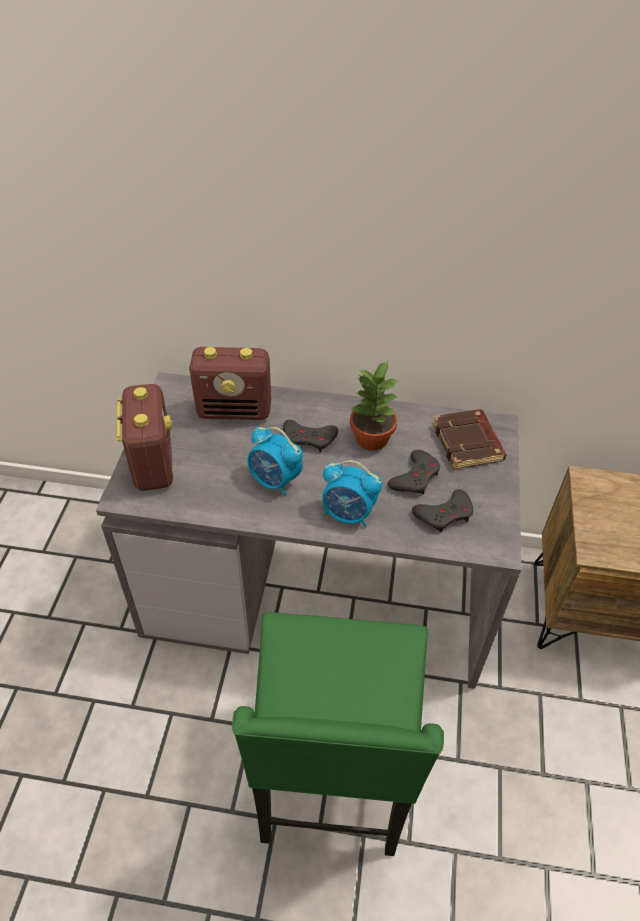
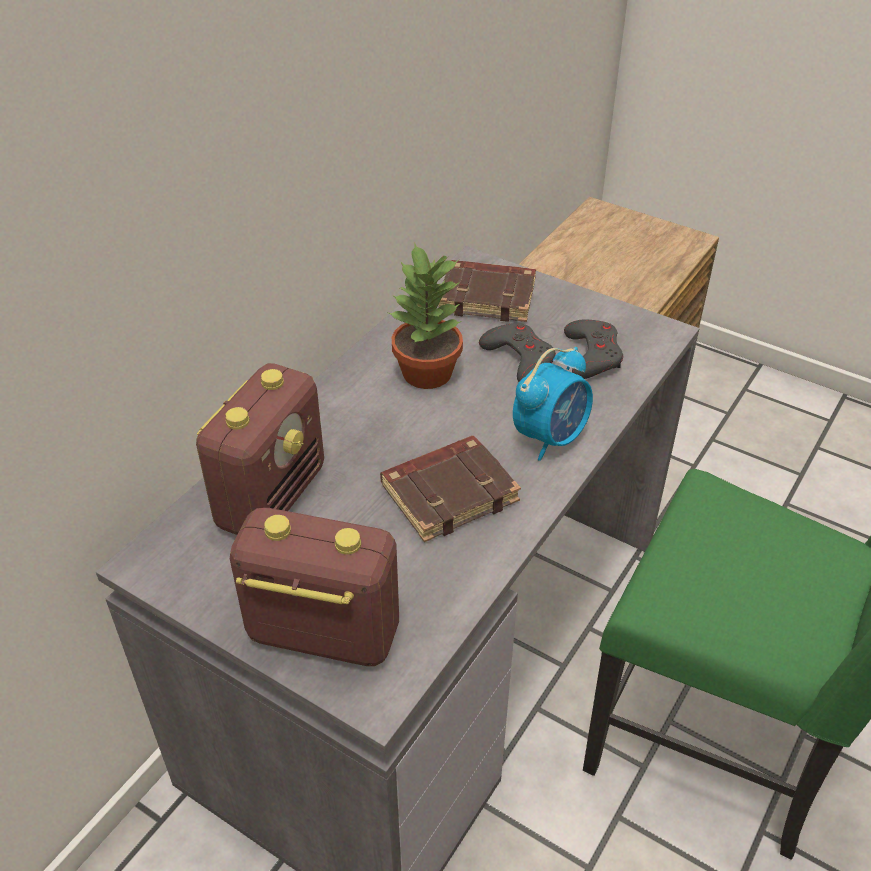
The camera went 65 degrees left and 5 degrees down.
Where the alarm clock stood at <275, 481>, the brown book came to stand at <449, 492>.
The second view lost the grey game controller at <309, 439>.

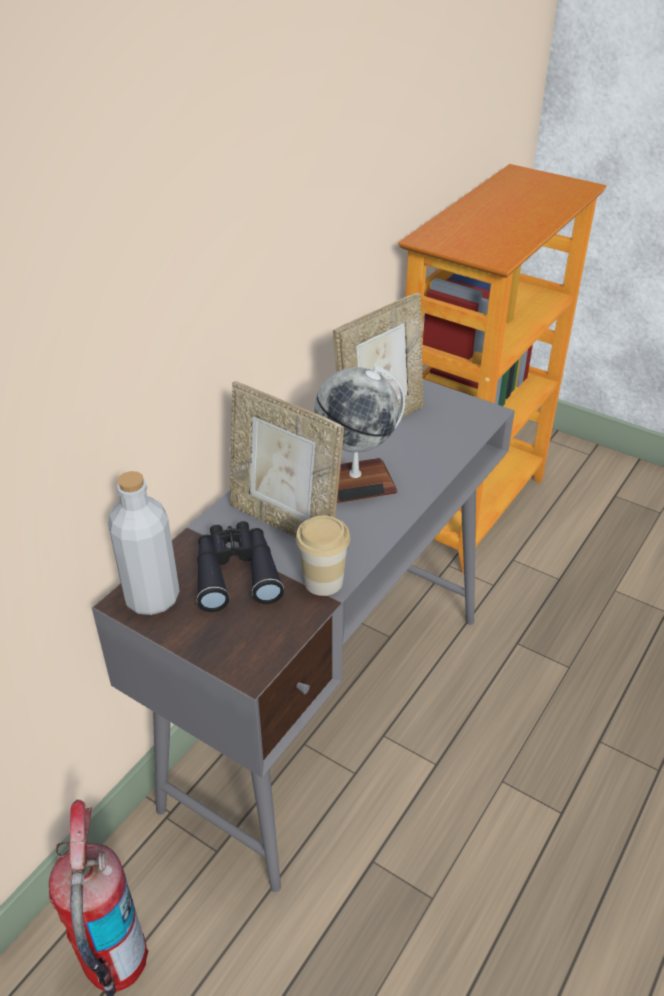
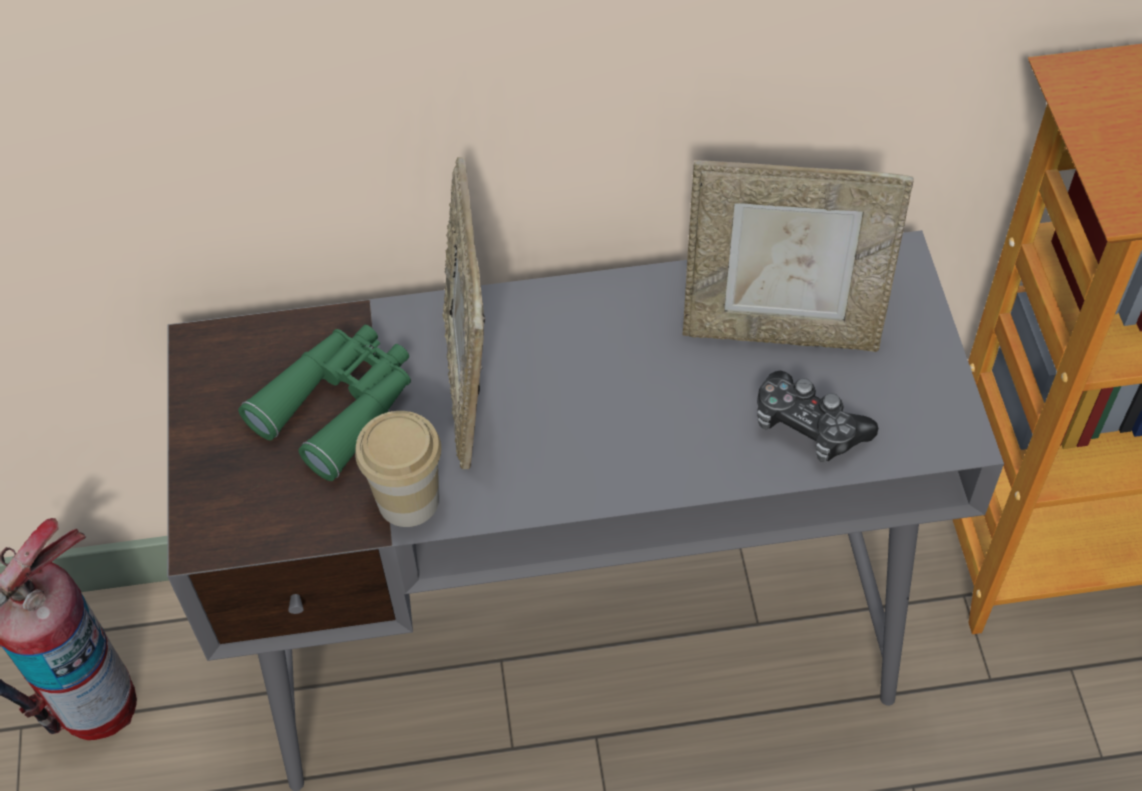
The camera went 50 degrees right and 15 degrees up.
The second view lost the grey bottle at <152, 598>.
What was the black binoculars at <236, 572> turned into the green binoculars at <340, 405>.
The second view lost the globe at <355, 482>.
The second view gained the game controller at <808, 426>.

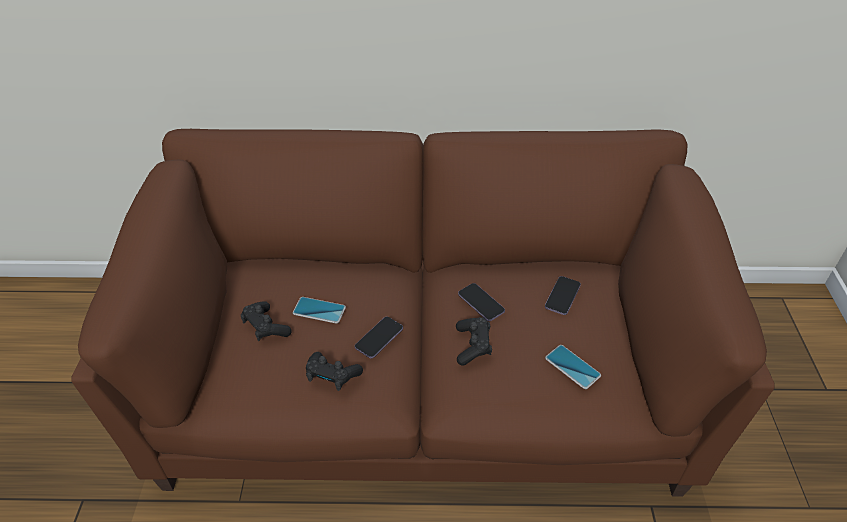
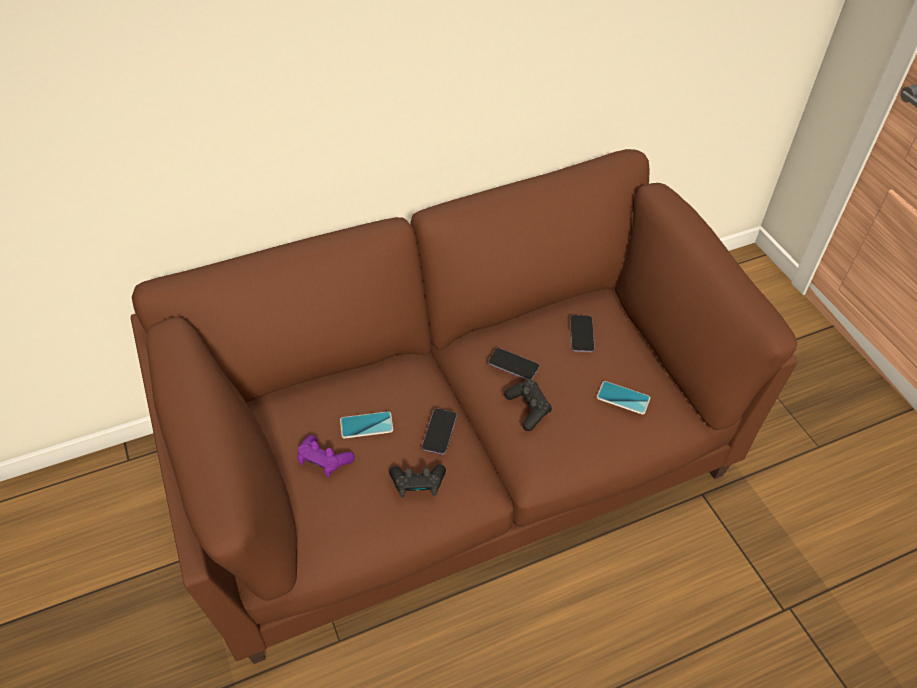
The camera went 25 degrees left and 5 degrees up.
What was the black game controller at <265, 327> turned into the purple game controller at <324, 461>.

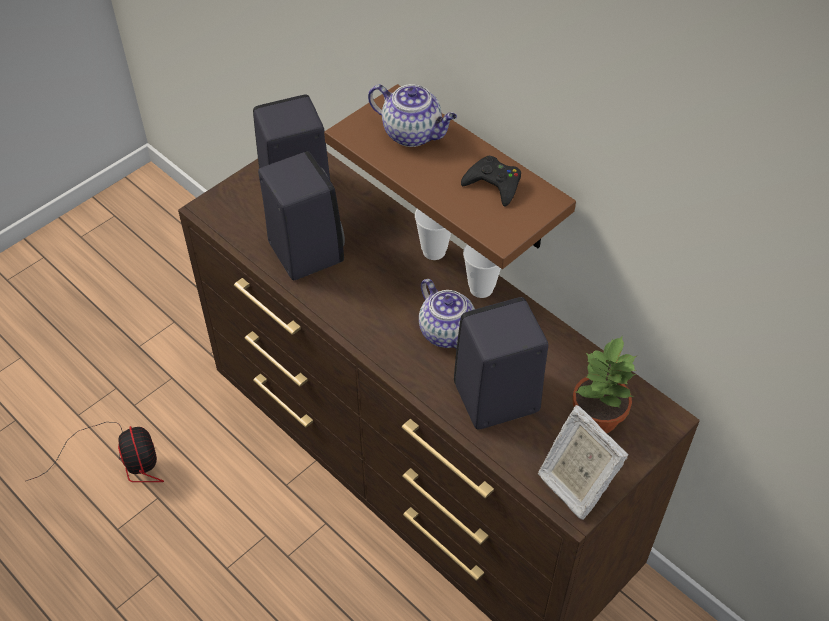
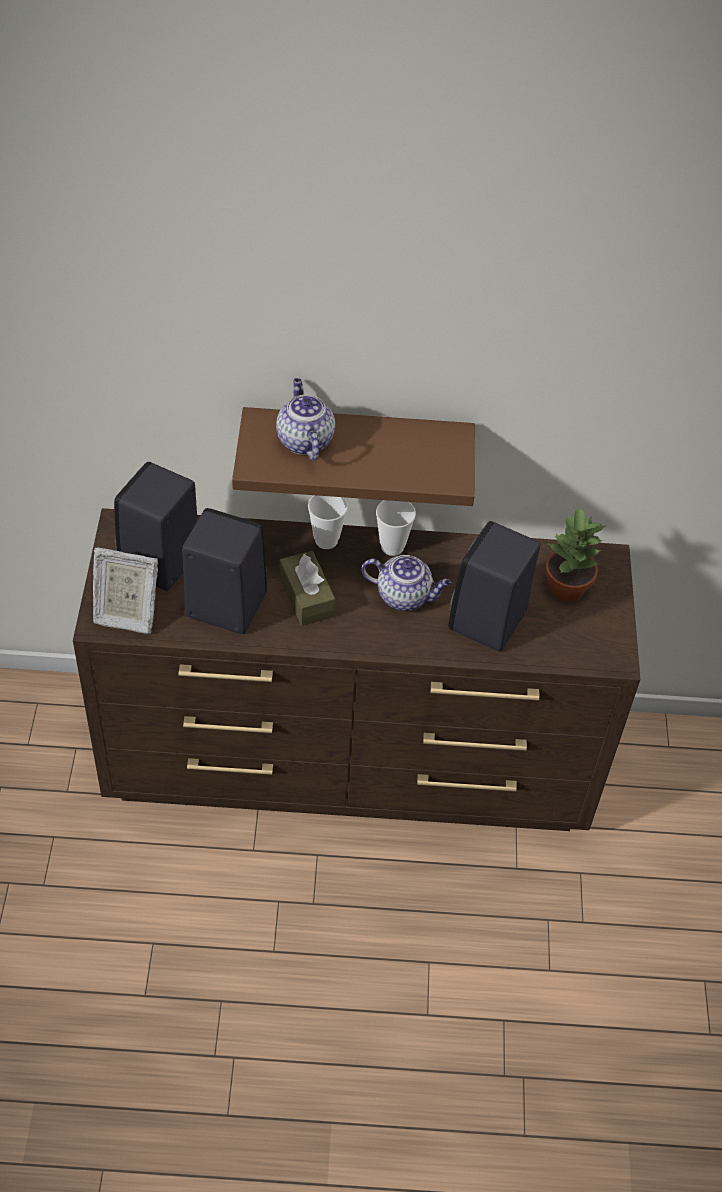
The camera went 45 degrees left and 0 degrees up.
The second view lost the fan at <121, 460>.
The teapot at <413, 134> ended up facing another way, 90 degrees counterclockwise from before.
The second view lost the black game controller at <493, 184>.
The picture frame ended up elsewhere, having gone from <574, 484> to <126, 614>.
The second view gained the brown tissue box at <306, 597>.

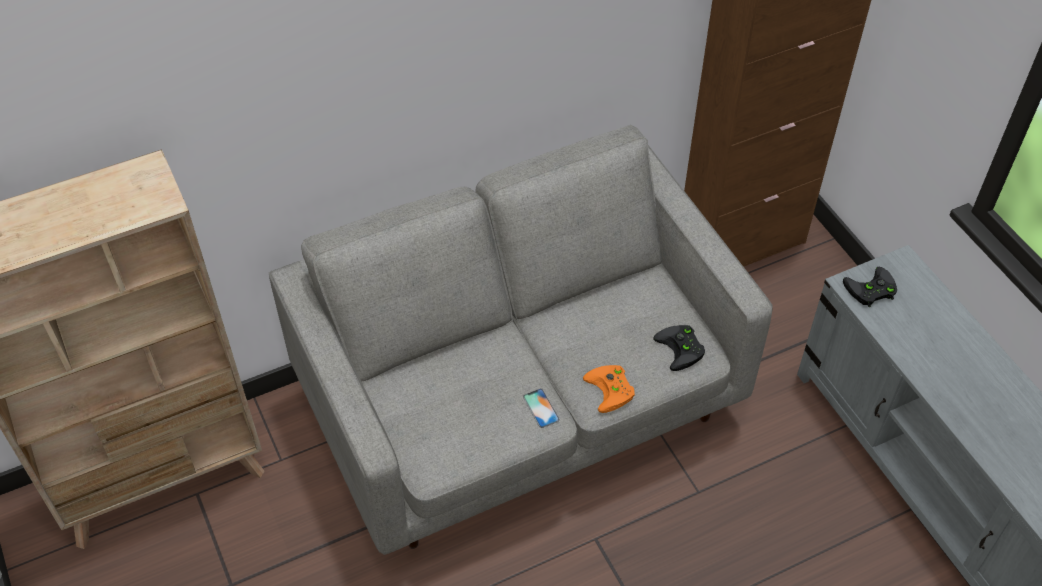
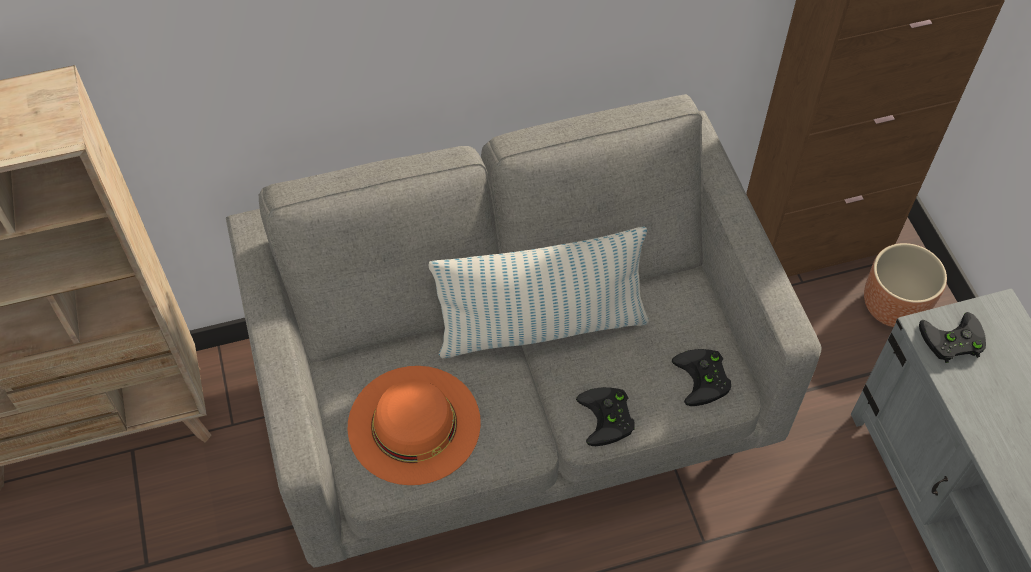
The camera went 10 degrees right and 5 degrees up.
The second view lost the phone at <541, 408>.
What was the orange game controller at <612, 390> turned into the black game controller at <608, 419>.
The second view gained the orange hat at <414, 424>.
The second view gained the pillow at <541, 326>.
The second view gained the brown planter at <894, 307>.

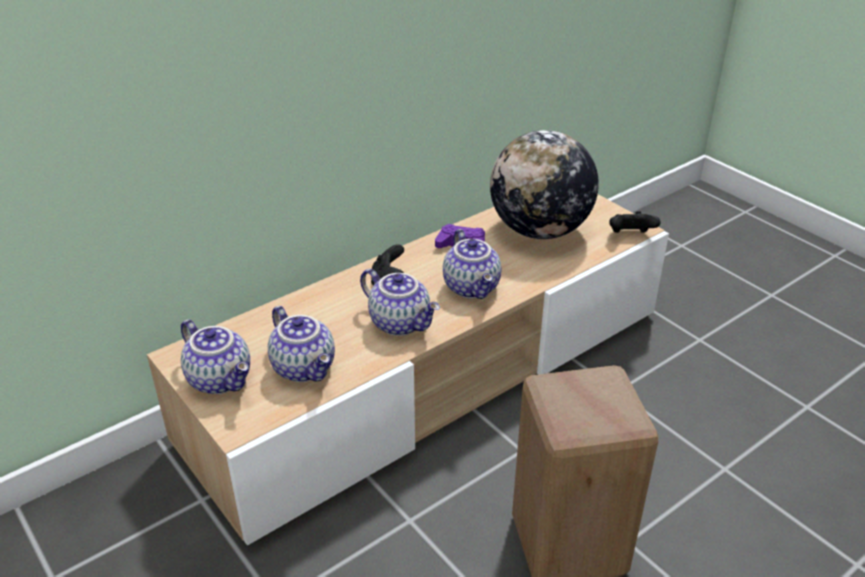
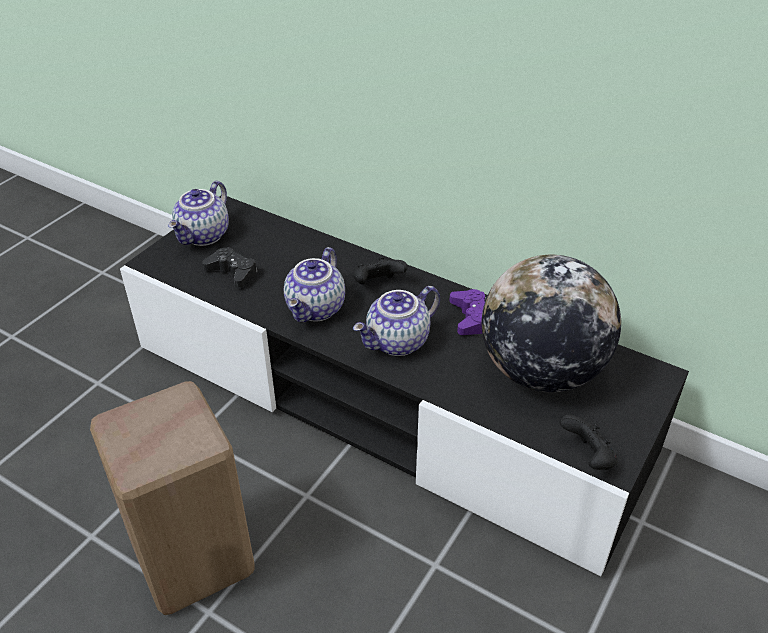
The camera went 70 degrees right and 5 degrees up.
What was the beige tv stand at <432, 375> turned into the black tv stand at <384, 400>.
Where the teapot stood at <305, 368>, the black game controller came to stand at <232, 272>.

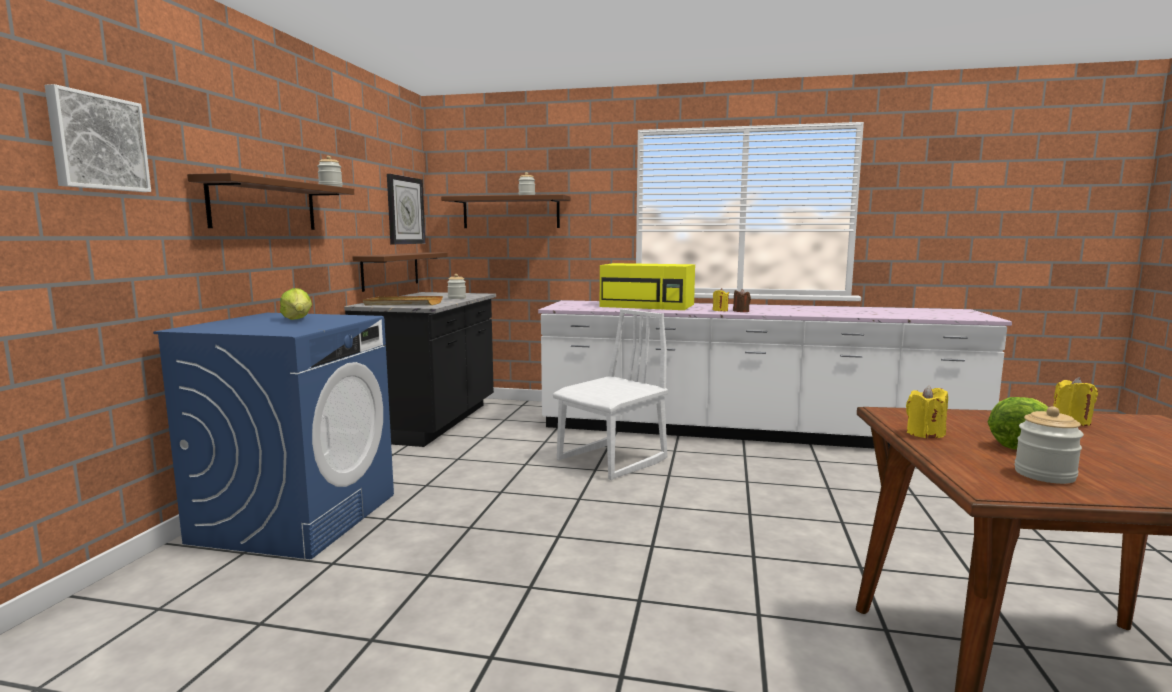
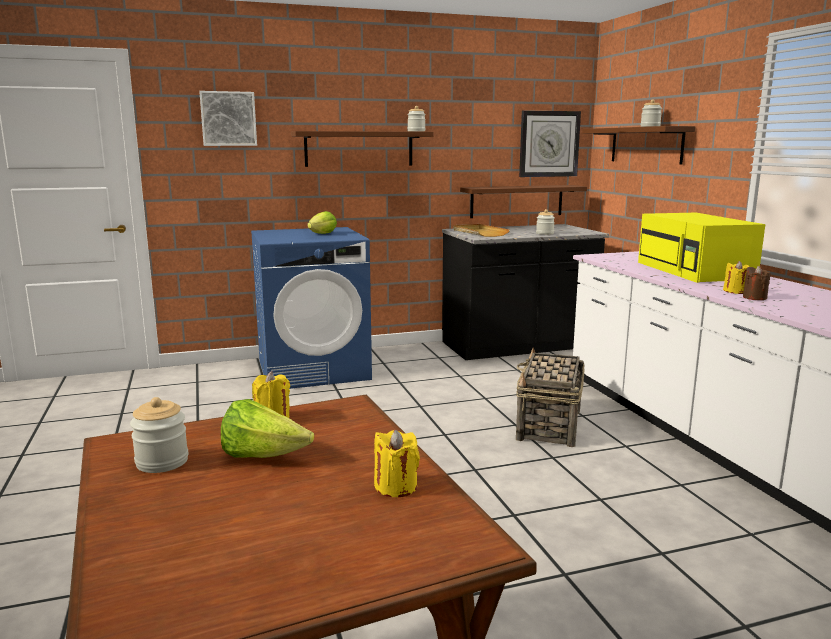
The camera went 60 degrees right and 5 degrees up.
Where the white chair stood at <612, 460>, the basket came to stand at <548, 426>.

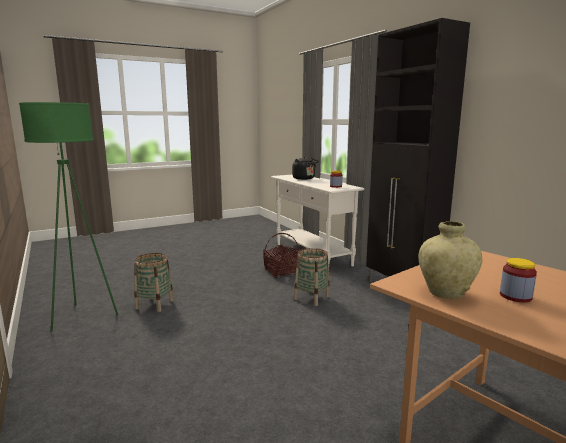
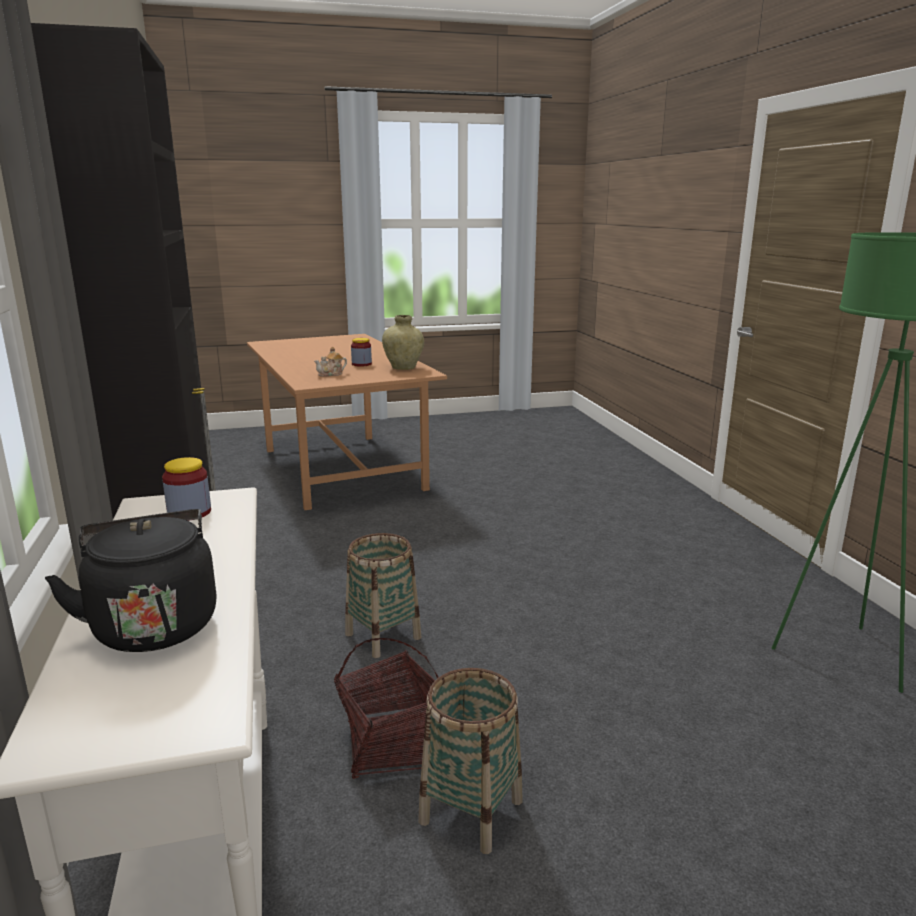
The camera went 165 degrees left and 5 degrees up.
The basket ended up elsewhere, having gone from <154, 304> to <471, 811>.
The second view gained the teapot at <331, 374>.

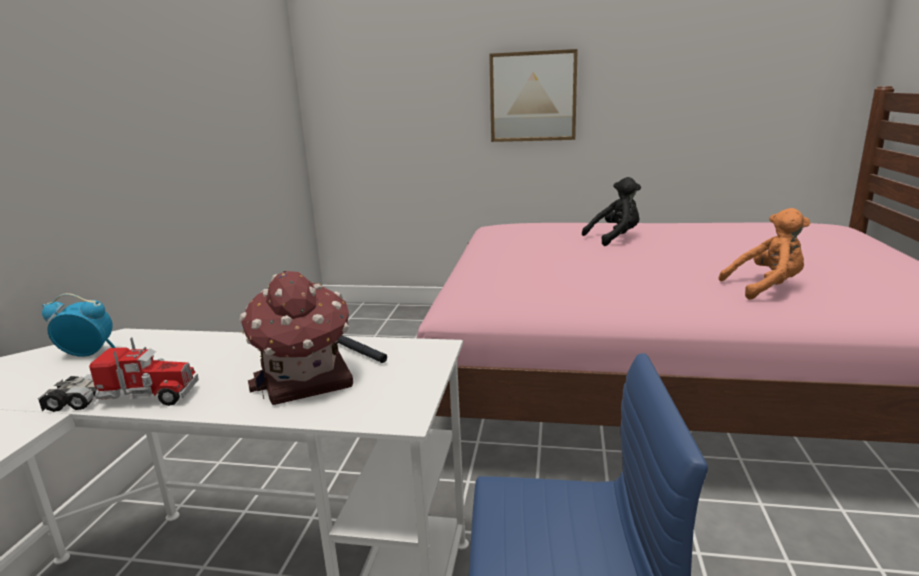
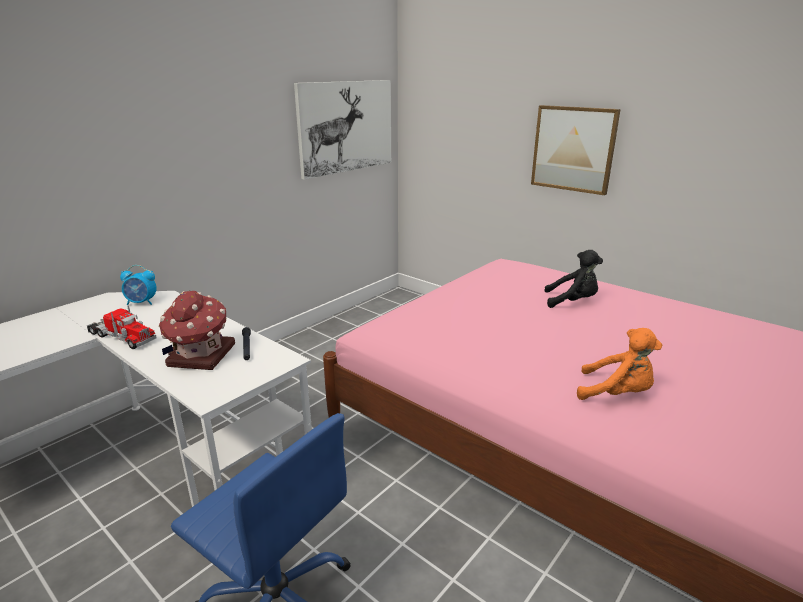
The camera went 30 degrees right and 5 degrees up.
The alarm clock at <88, 353> ended up facing another way, 150 degrees clockwise from before.
The second view gained the picture at <346, 127>.

